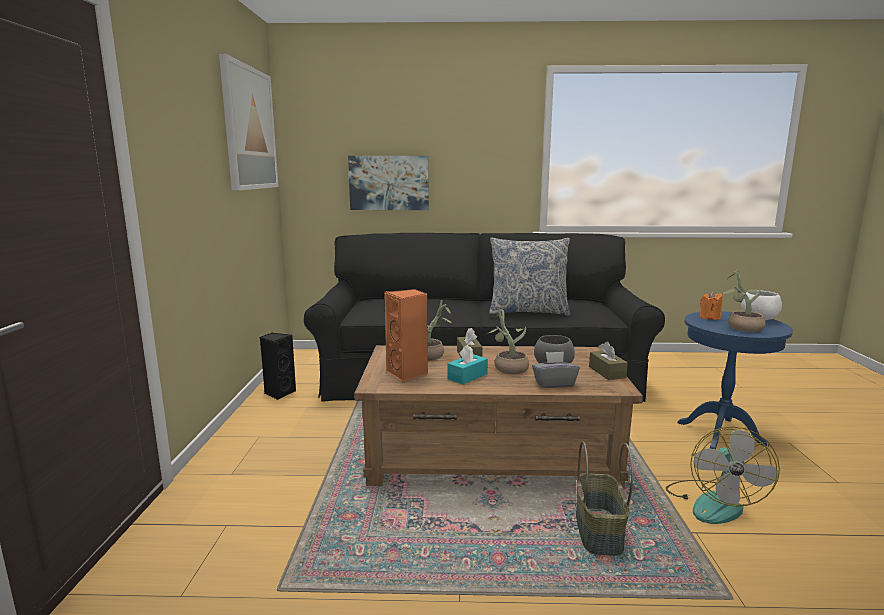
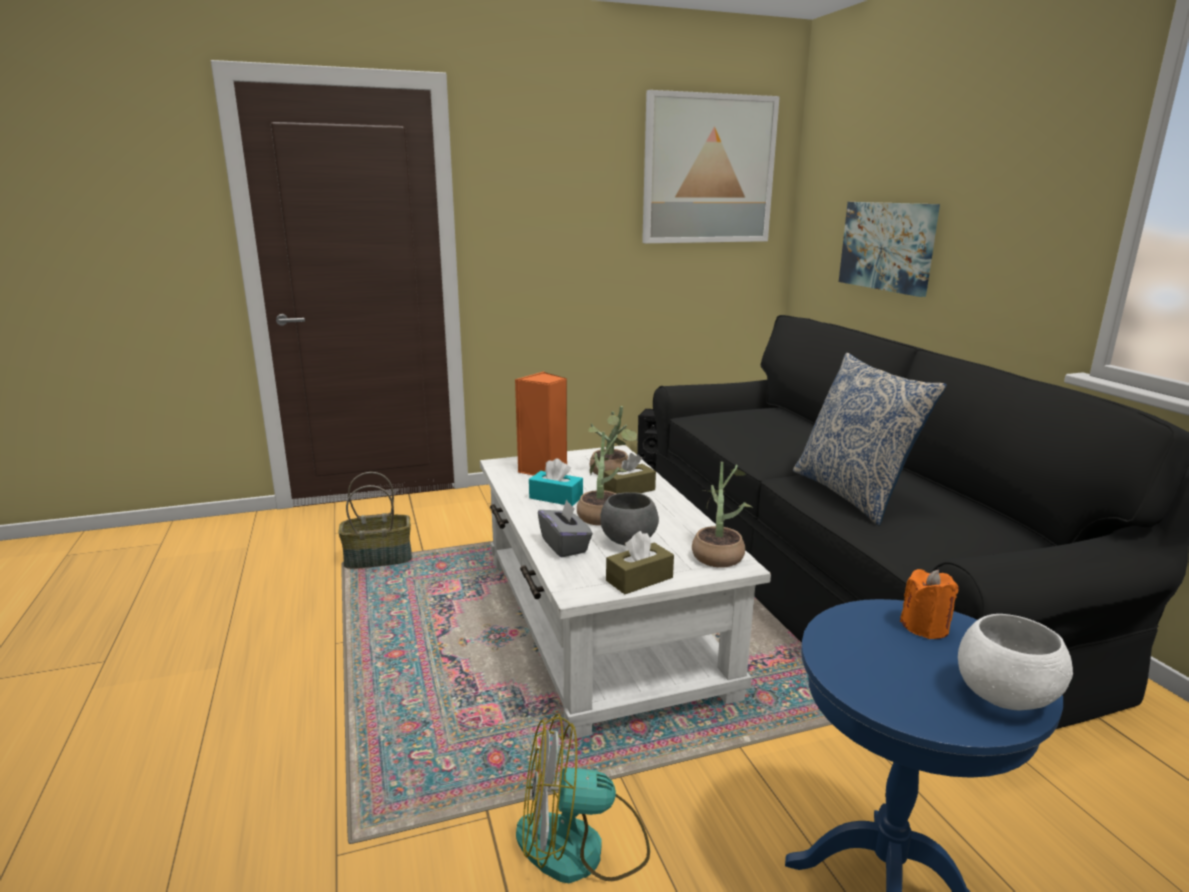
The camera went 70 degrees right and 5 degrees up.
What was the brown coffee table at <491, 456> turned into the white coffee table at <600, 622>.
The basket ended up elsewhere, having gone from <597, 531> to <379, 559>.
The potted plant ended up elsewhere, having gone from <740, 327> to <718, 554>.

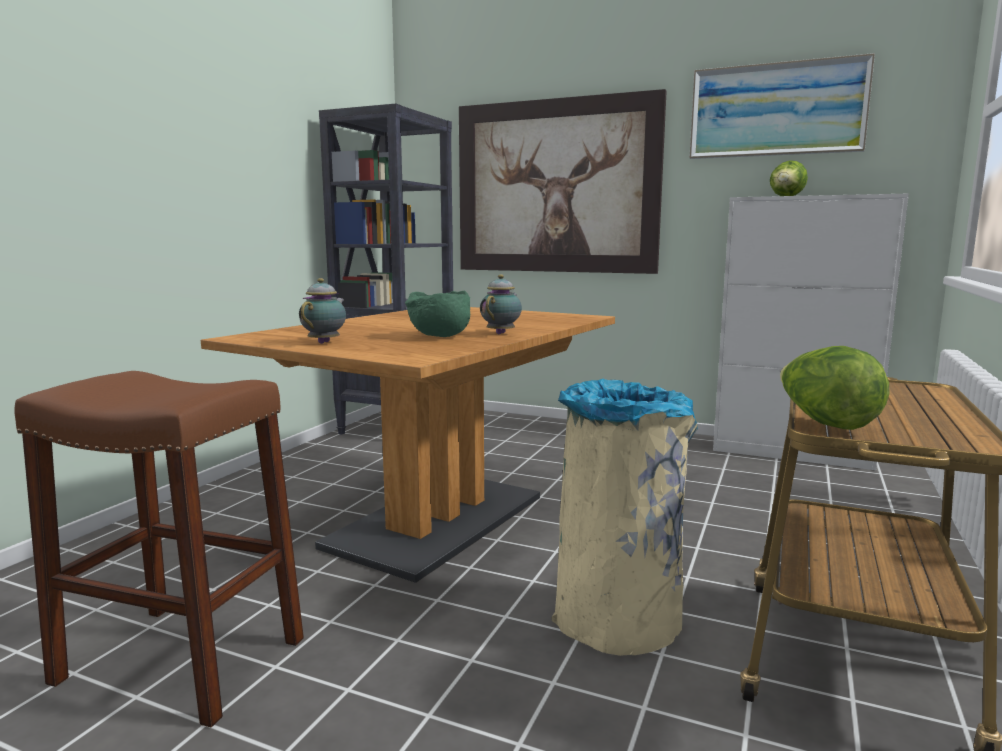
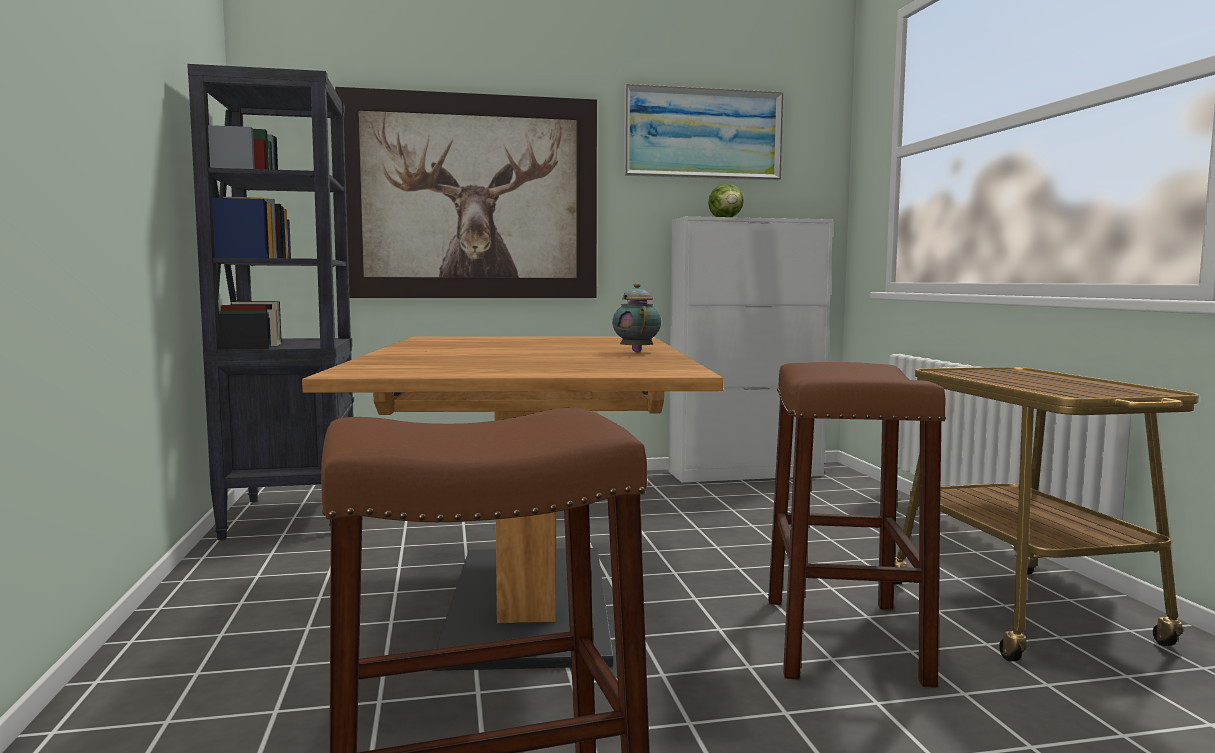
The camera went 35 degrees left and 5 degrees down.
The second view lost the teapot at <325, 342>.
The second view lost the green bowl at <439, 336>.
Where the beige trash can stood at <617, 622>, the brown stool came to stand at <842, 639>.
The second view lost the lettuce at <824, 423>.

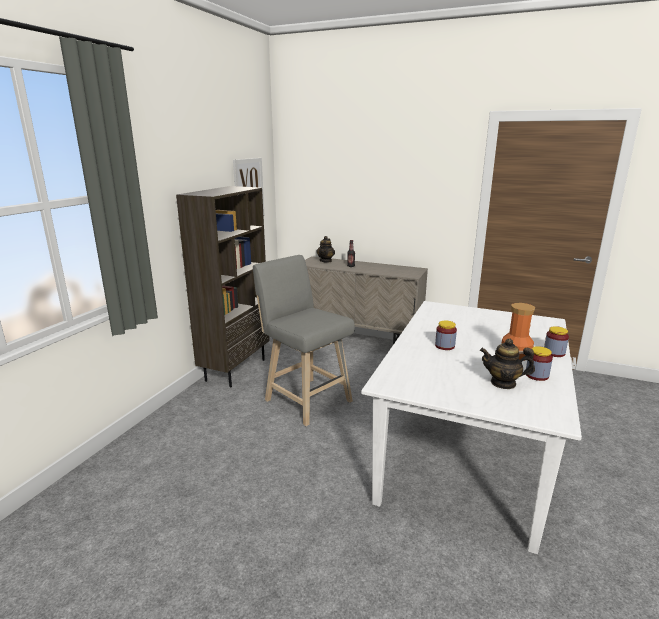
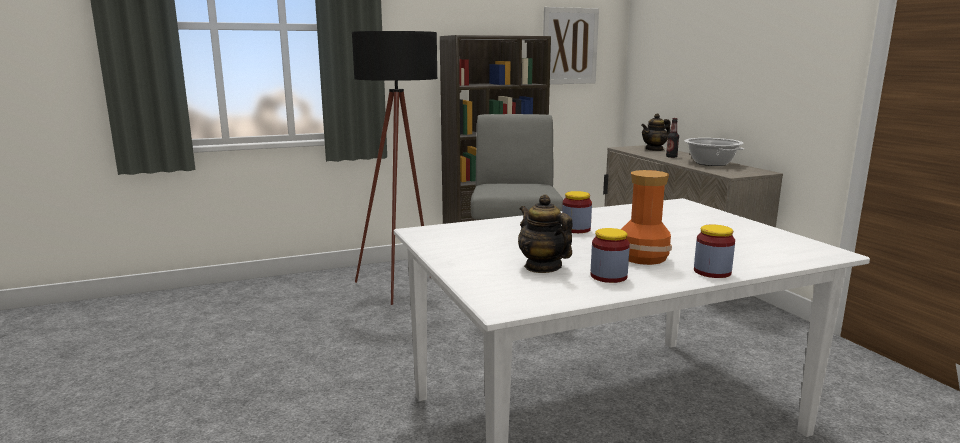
The camera went 45 degrees right and 5 degrees down.
The second view gained the black floor lamp at <402, 285>.
The second view gained the cooking pot at <711, 163>.

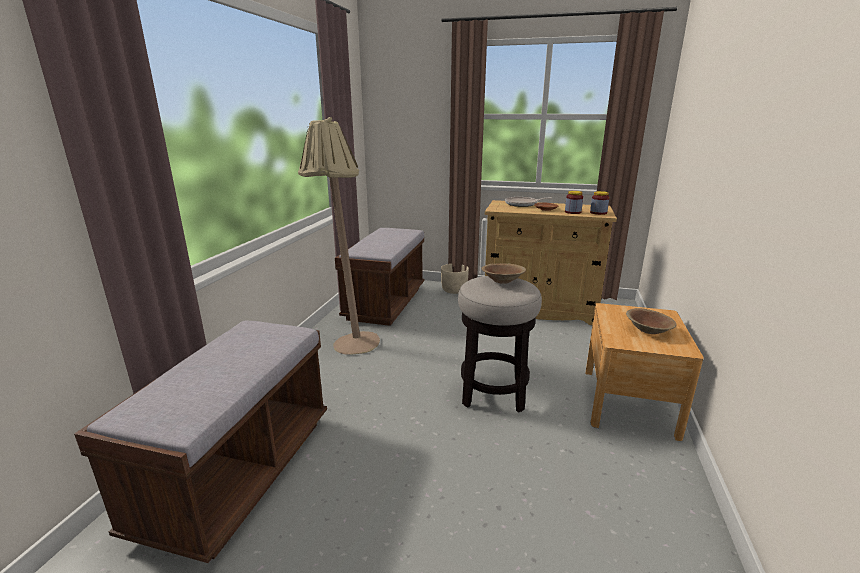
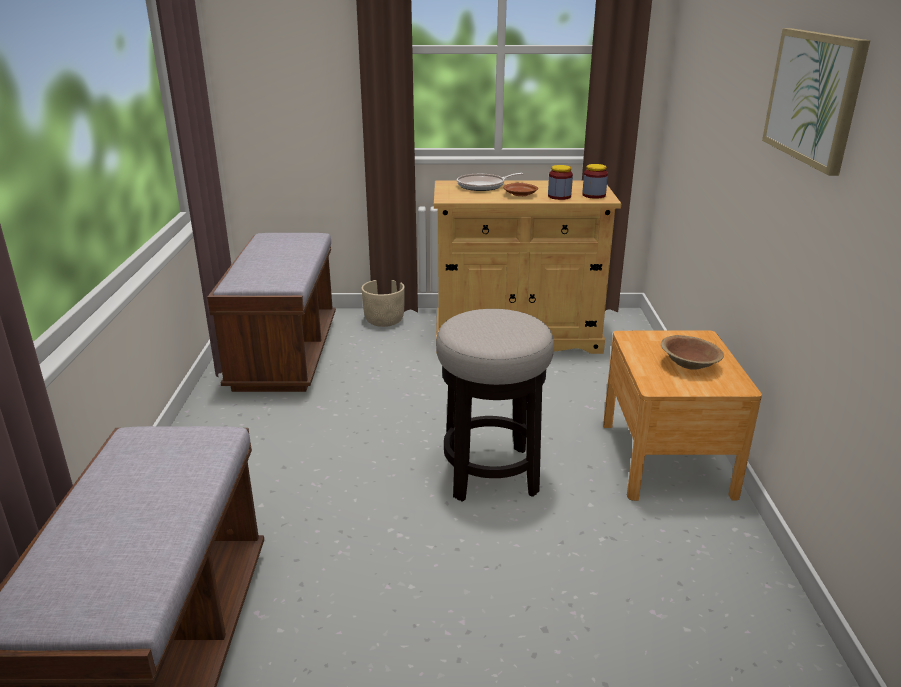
The camera went 15 degrees left and 5 degrees up.
The second view lost the beige floor lamp at <348, 341>.
The second view lost the brown bowl at <502, 281>.
The second view gained the picture at <813, 97>.

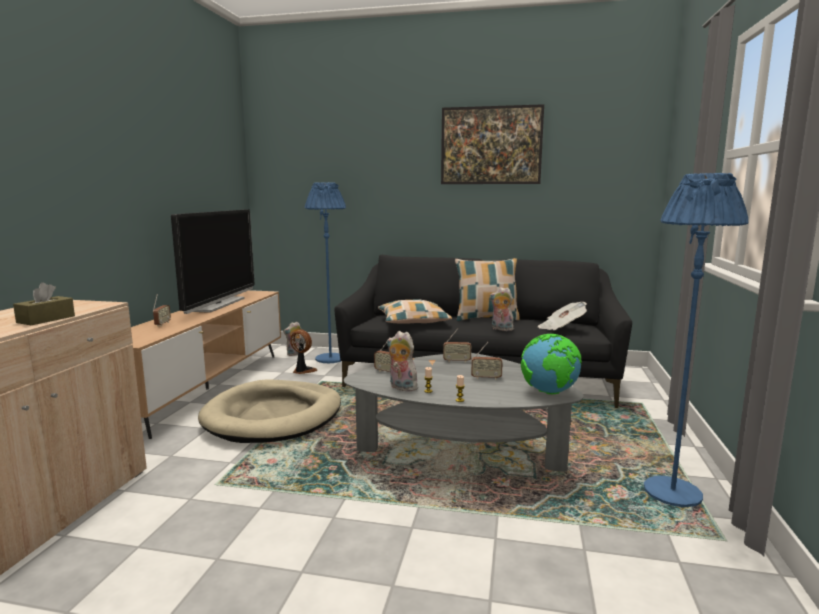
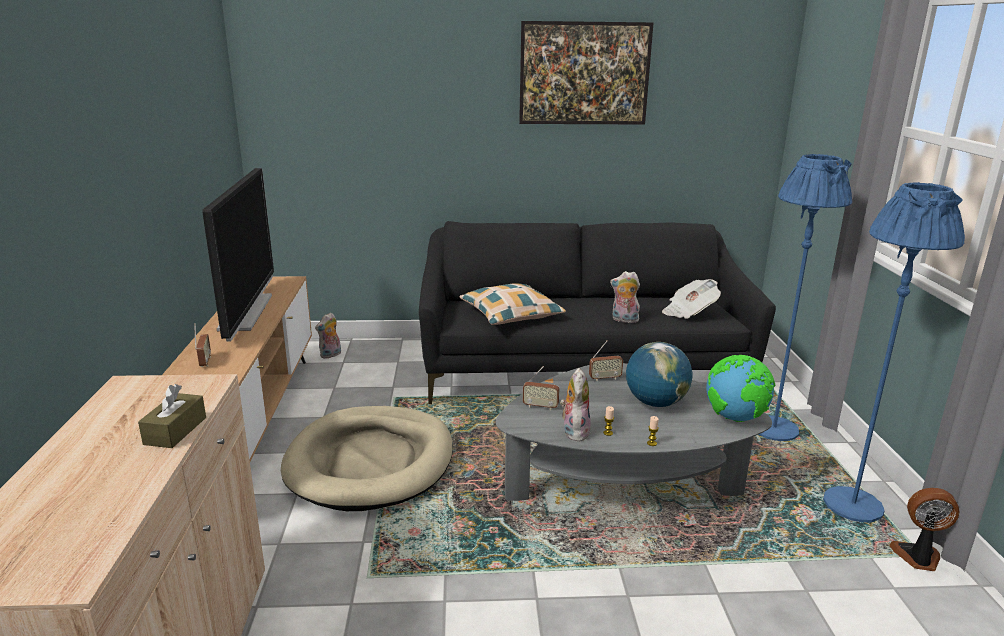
The camera went 15 degrees left and 10 degrees up.
The fan ended up elsewhere, having gone from <303, 371> to <917, 557>.
The blue floor lamp ended up elsewhere, having gone from <330, 358> to <774, 429>.
The plush toy at <401, 387> ended up facing another way, 75 degrees clockwise from before.
The second view lost the pillow at <486, 318>.
Where the radio stood at <486, 378>, the globe came to stand at <655, 403>.

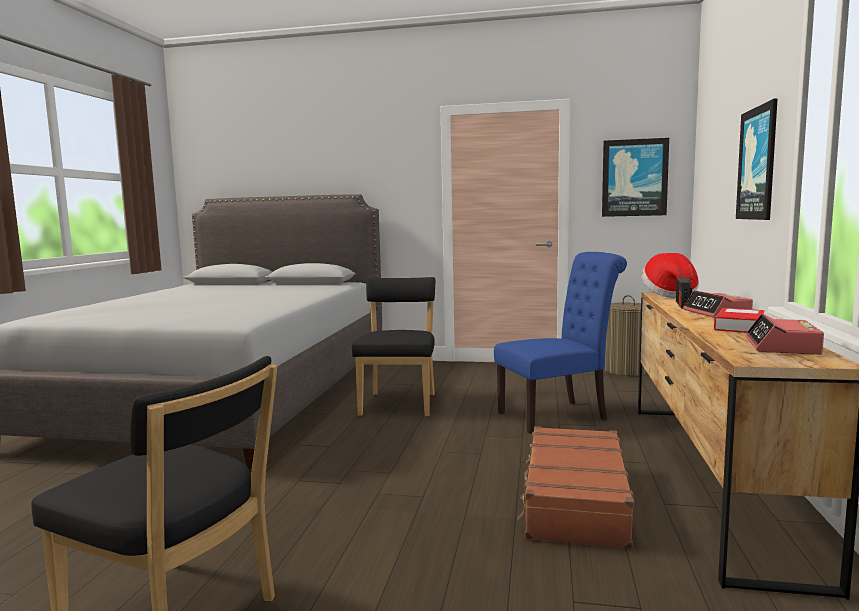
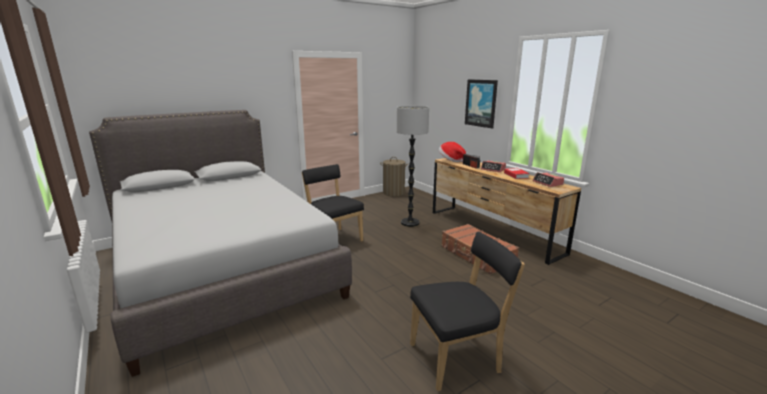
The camera went 45 degrees left and 10 degrees up.
Where the blue chair stood at <558, 415>, the floor lamp came to stand at <410, 223>.
The second view lost the picture at <634, 178>.

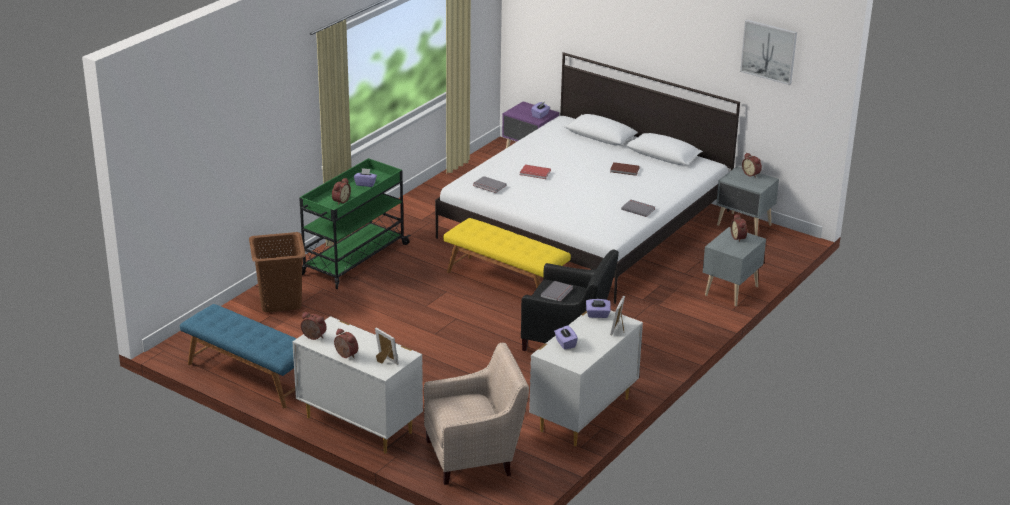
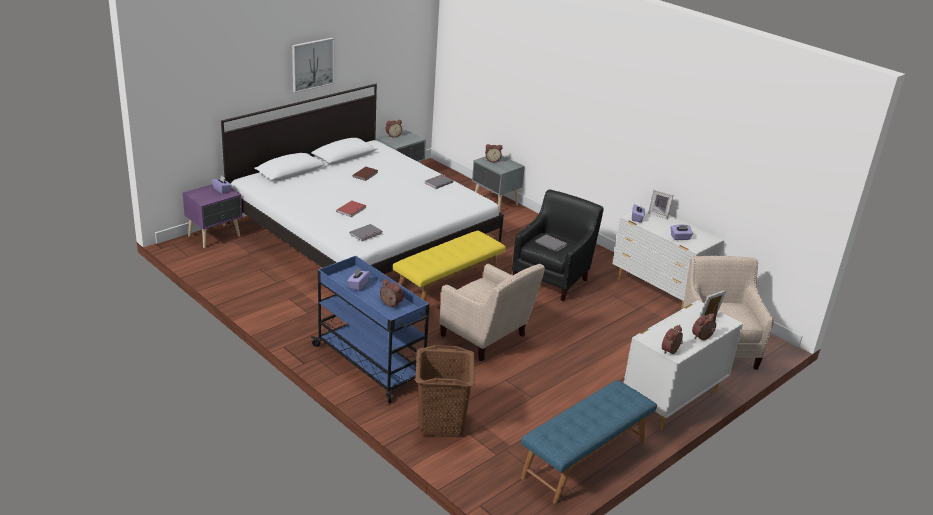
The camera went 80 degrees left and 0 degrees up.
What was the green cart at <353, 259> turned into the blue cart at <371, 364>.
The picture ended up elsewhere, having gone from <769, 51> to <312, 64>.
The second view gained the beige armchair at <486, 339>.

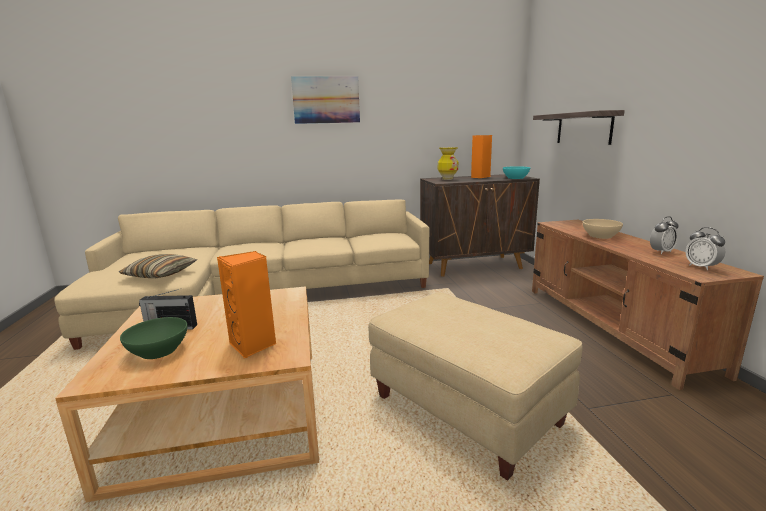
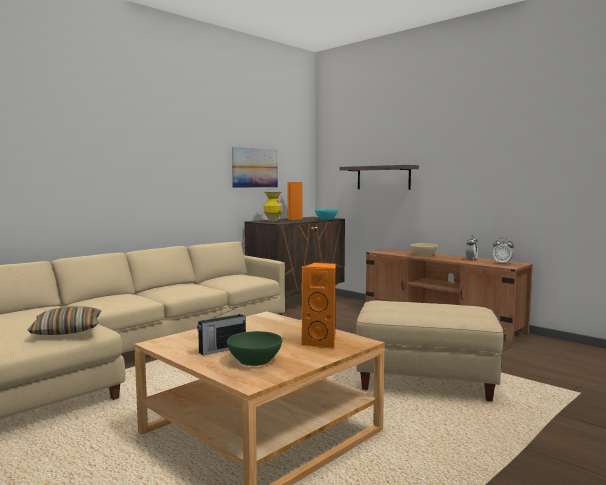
The camera went 35 degrees left and 10 degrees down.
The picture ended up elsewhere, having gone from <326, 100> to <255, 168>.

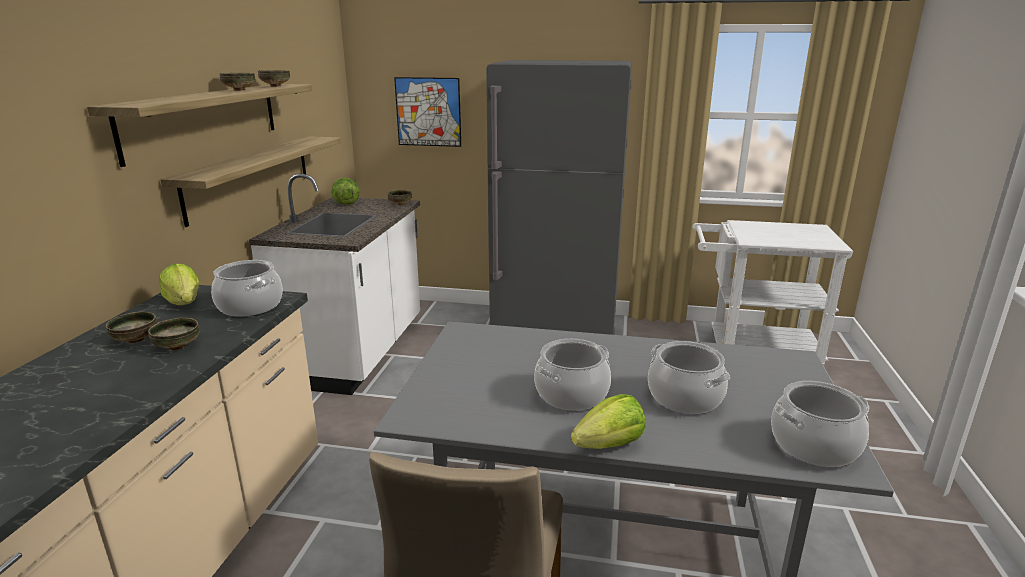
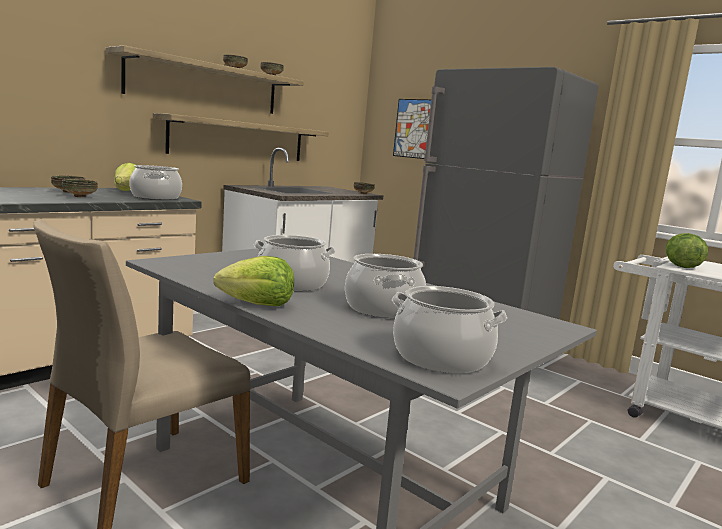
The camera went 30 degrees right and 10 degrees down.
The lettuce ended up elsewhere, having gone from <346, 203> to <681, 266>.

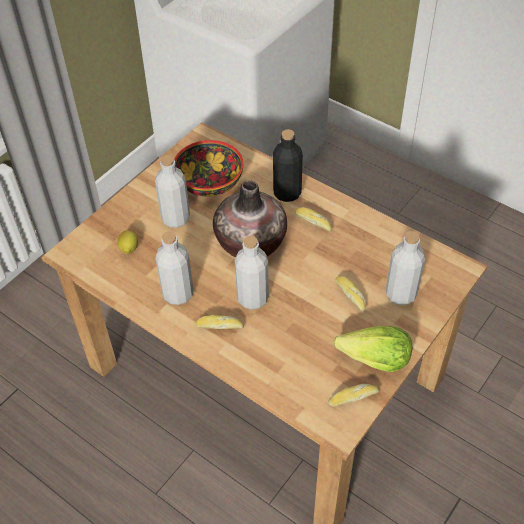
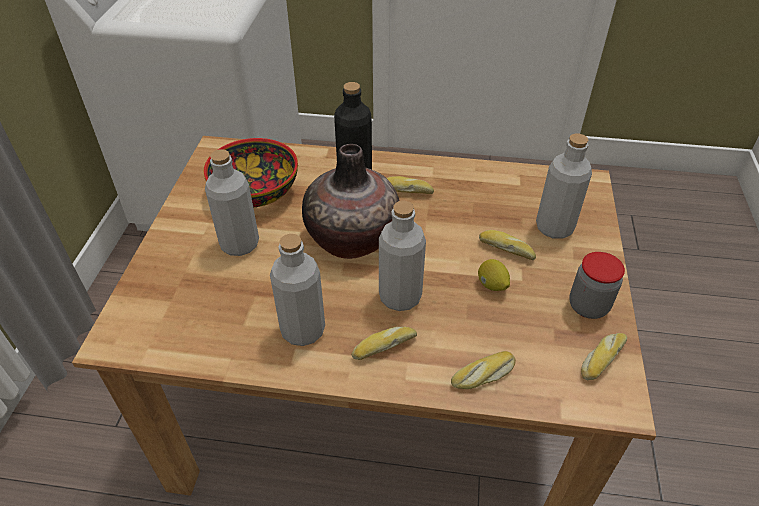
The camera went 30 degrees left and 5 degrees down.
The lemon ended up elsewhere, having gone from <128, 249> to <492, 285>.
Where the lettuce stood at <375, 360>, the jar came to stand at <588, 306>.
The second view gained the bread at <483, 376>.

